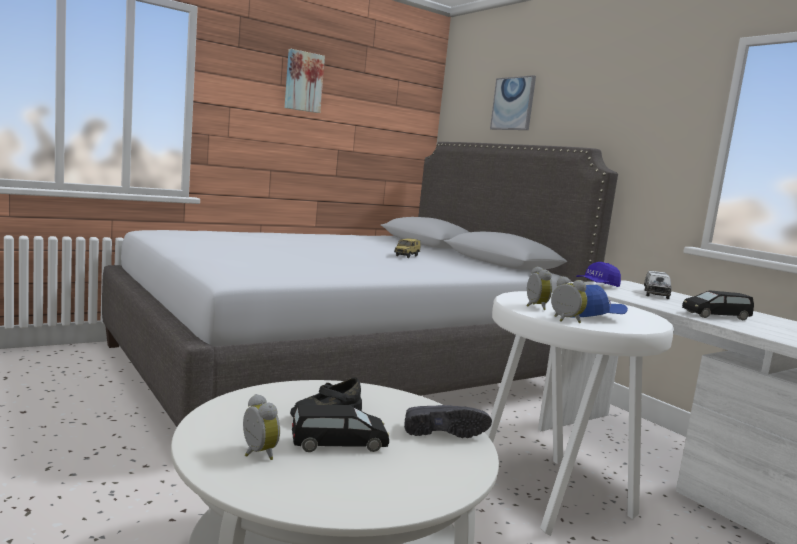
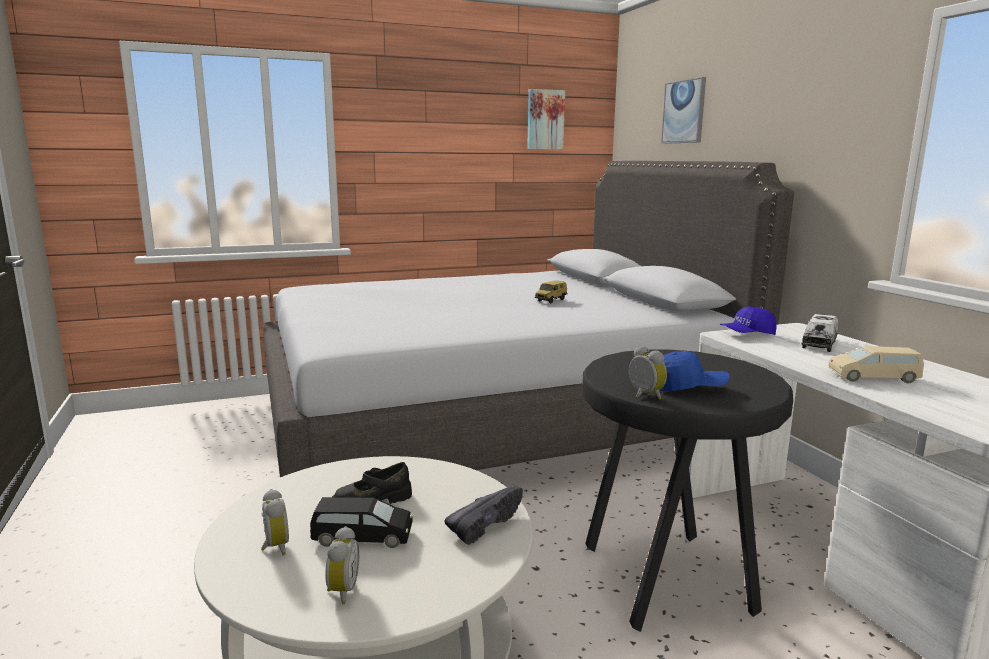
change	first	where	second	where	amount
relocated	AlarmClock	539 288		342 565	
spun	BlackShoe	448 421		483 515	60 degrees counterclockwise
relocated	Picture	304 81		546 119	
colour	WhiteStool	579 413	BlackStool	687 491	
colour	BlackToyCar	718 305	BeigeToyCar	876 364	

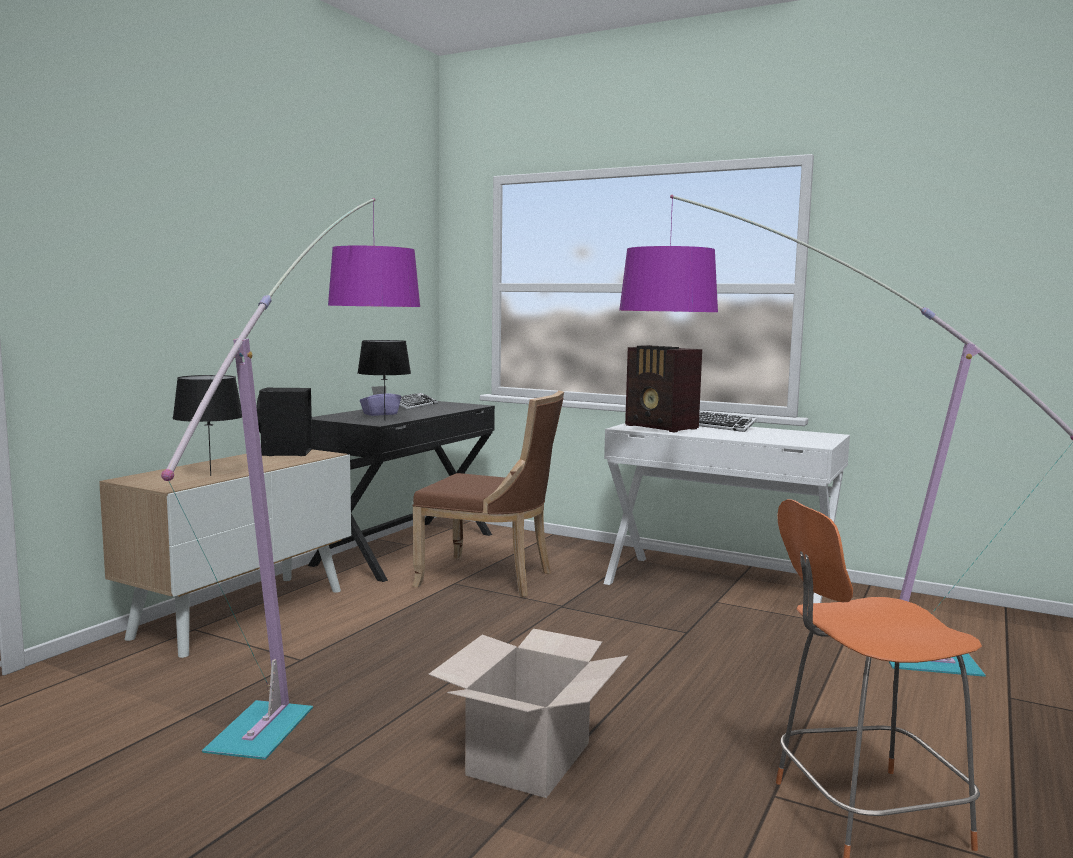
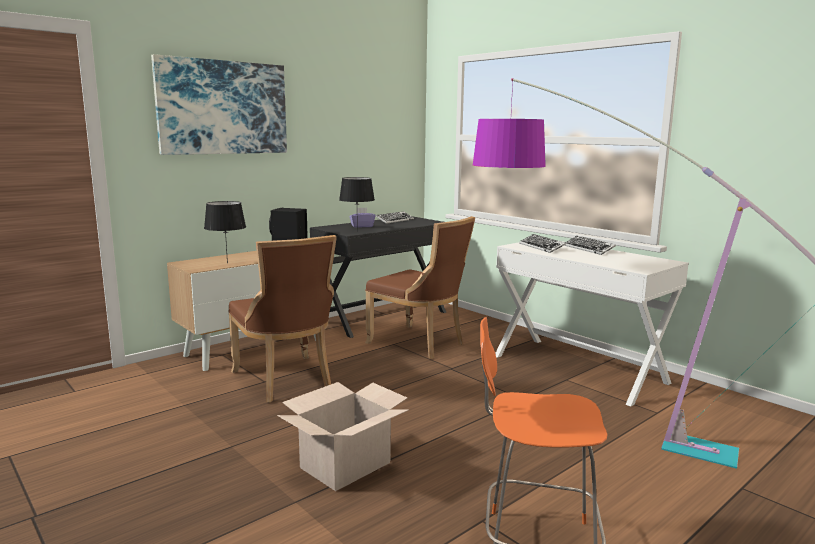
change	first	where	second	where	amount
appeared			Picture	219 104	
exchanged	FloorLamp	290 479	BrownChair	282 318	
exchanged	Radio	663 388	Keyboard	542 243	

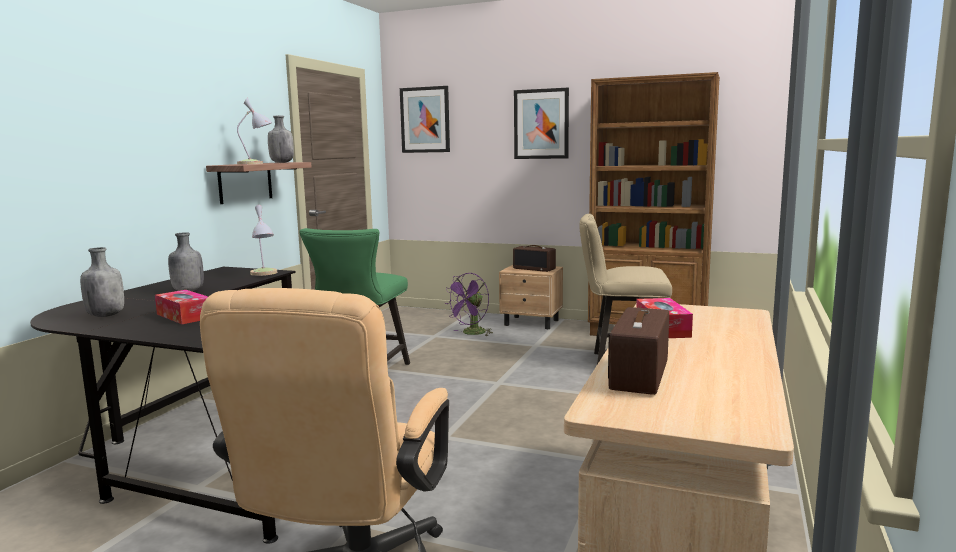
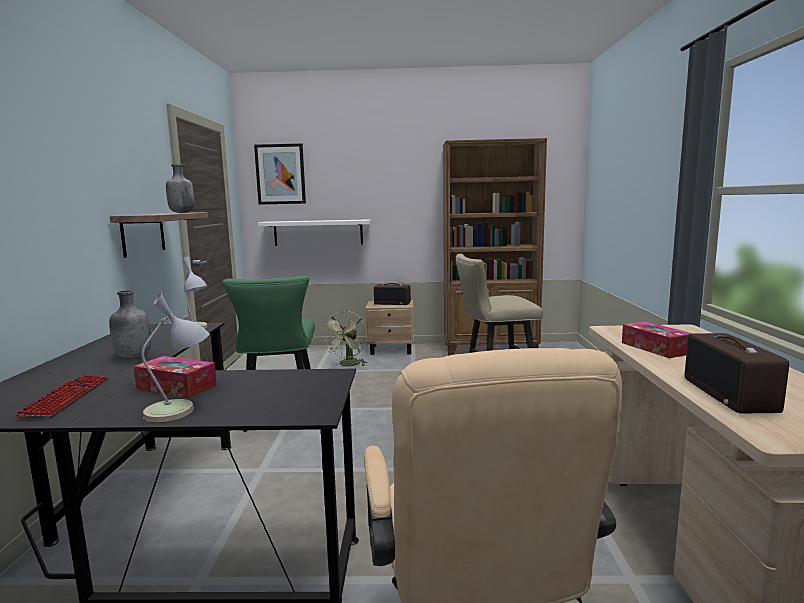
change	first	where	second	where	amount
exchanged	GreyBottle	102 282	Keyboard	62 396	
relocated	TableLamp	254 131		175 357	
appeared			WhiteShelf	314 232	
colour	PurpleFan	468 304	GreenFan	345 338	
missing	Picture	541 123			

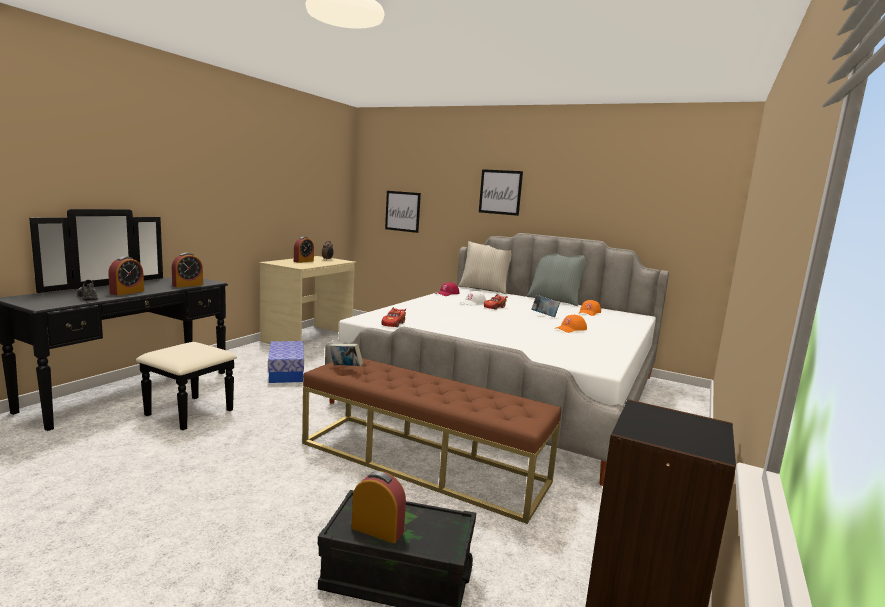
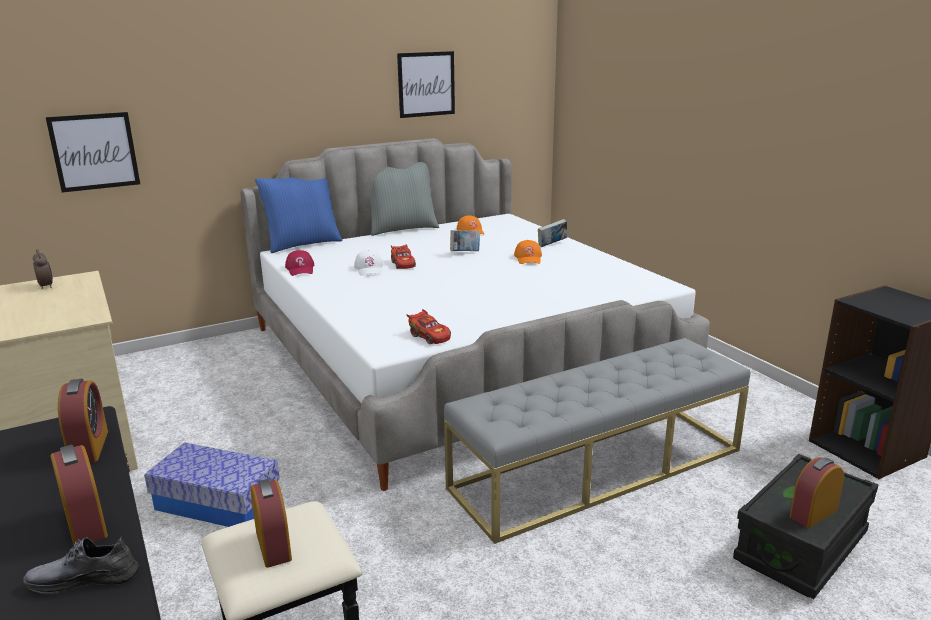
change	first	where	second	where	amount
relocated	AlarmClock	304 250		271 523	
colour	BeigePillow	484 267	BluePillow	299 215	
relocated	Picture	501 192		426 84	
colour	BrownBench	431 441	GreyBench	597 441	
relocated	Book	346 354		552 233	

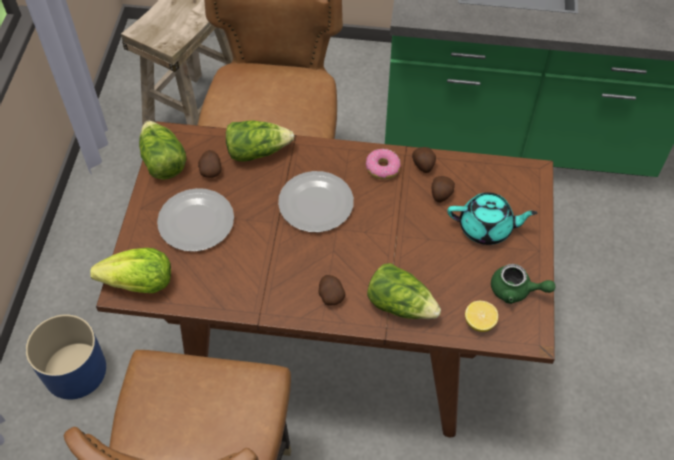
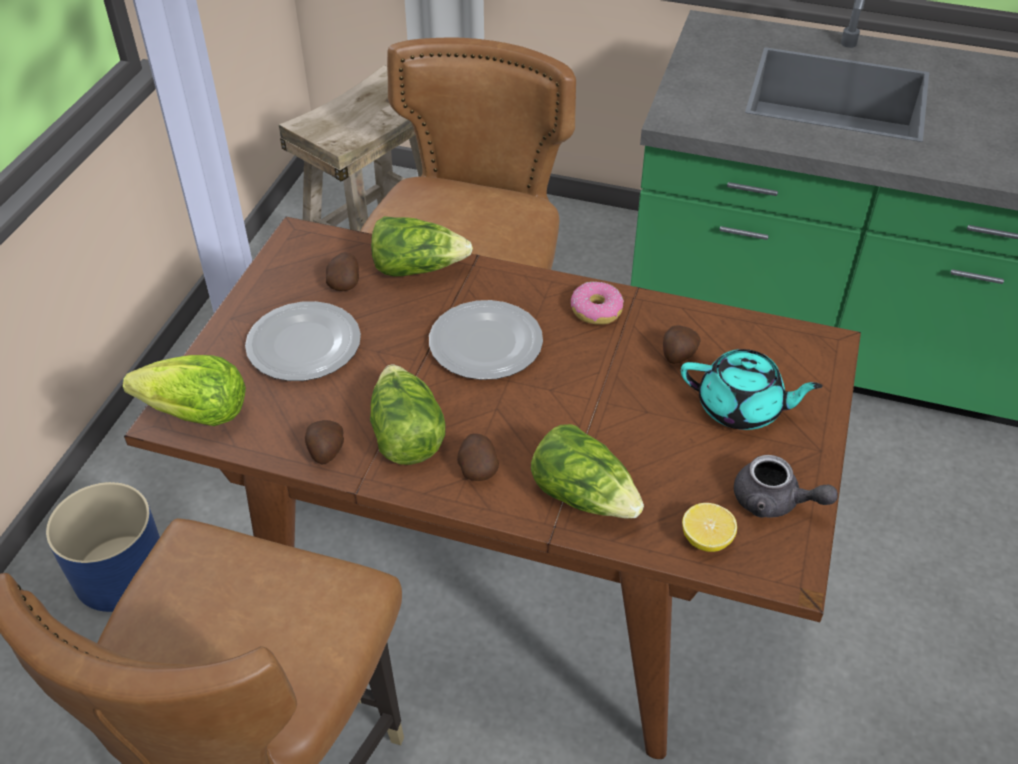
change	first	where	second	where	amount
relocated	Potato	424 160		324 442	
relocated	Lettuce	162 150		408 414	
colour	GreenTeapot	523 284	GreyTeapot	786 486	

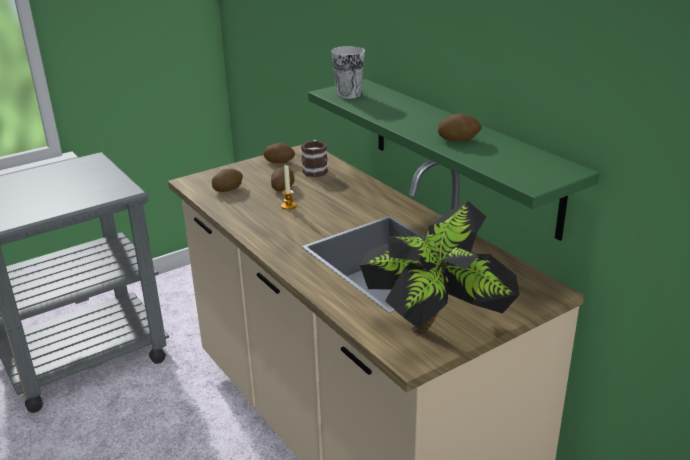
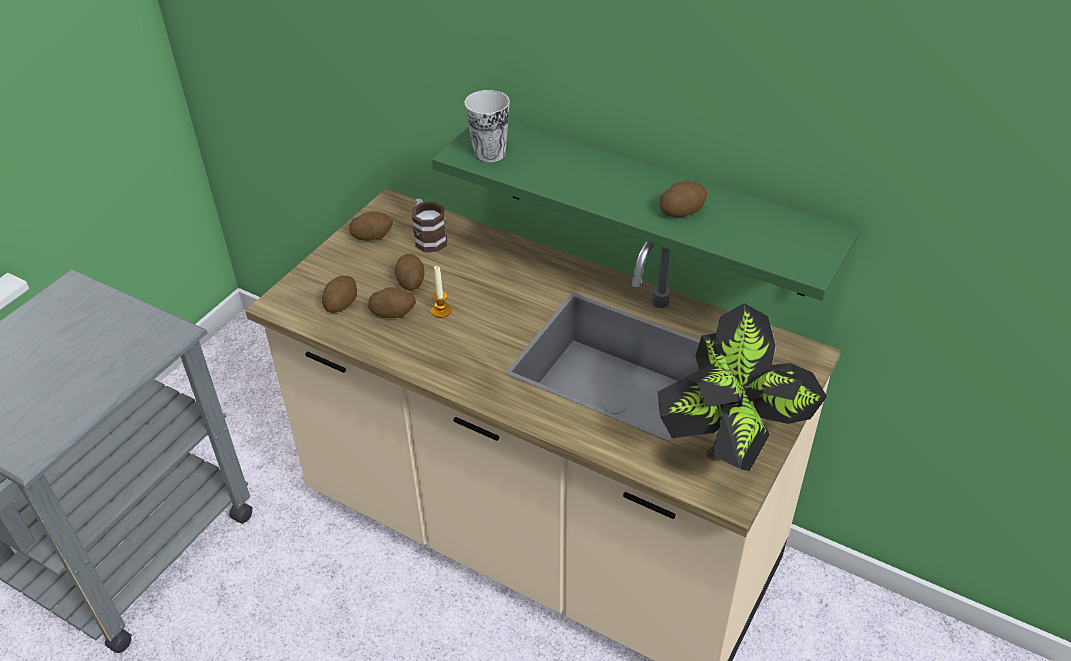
change	first	where	second	where	amount
appeared			Potato	392 302	

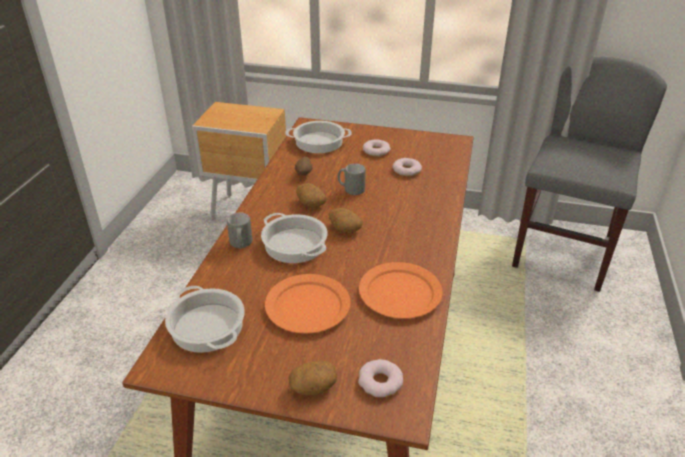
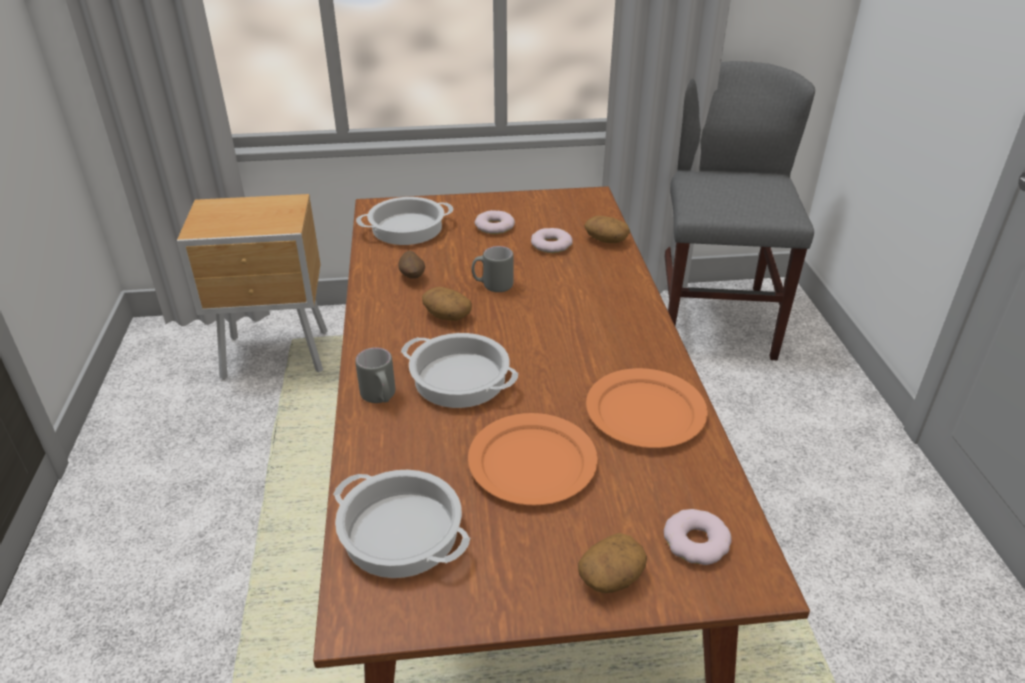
change	first	where	second	where	amount
relocated	Potato	346 220		607 229	

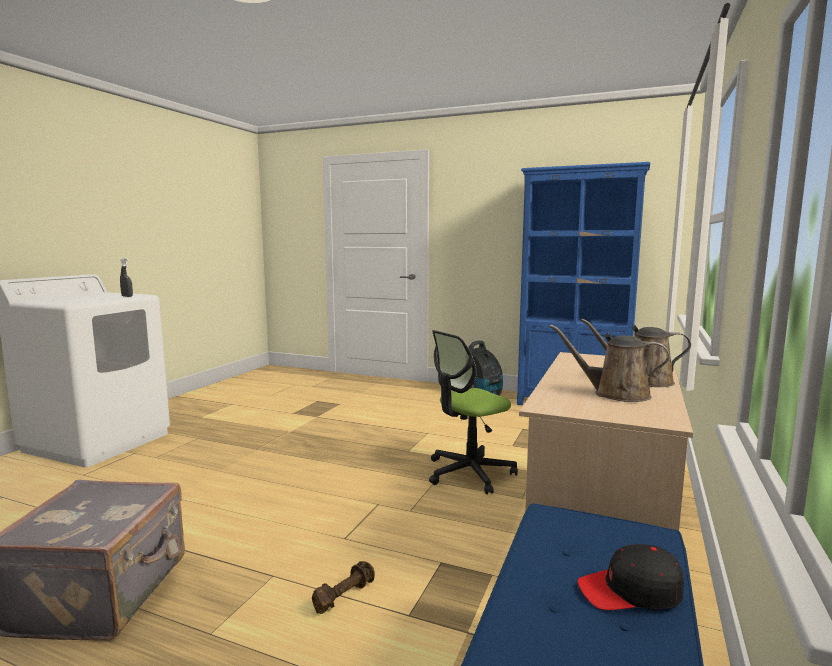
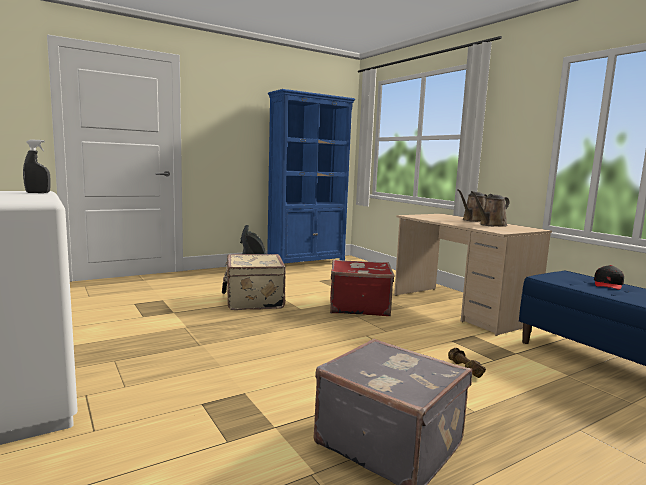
change	first	where	second	where	amount
appeared			BeigeSuitcase	254 282	
exchanged	OfficeChair	473 412	RedSuitcase	362 288	

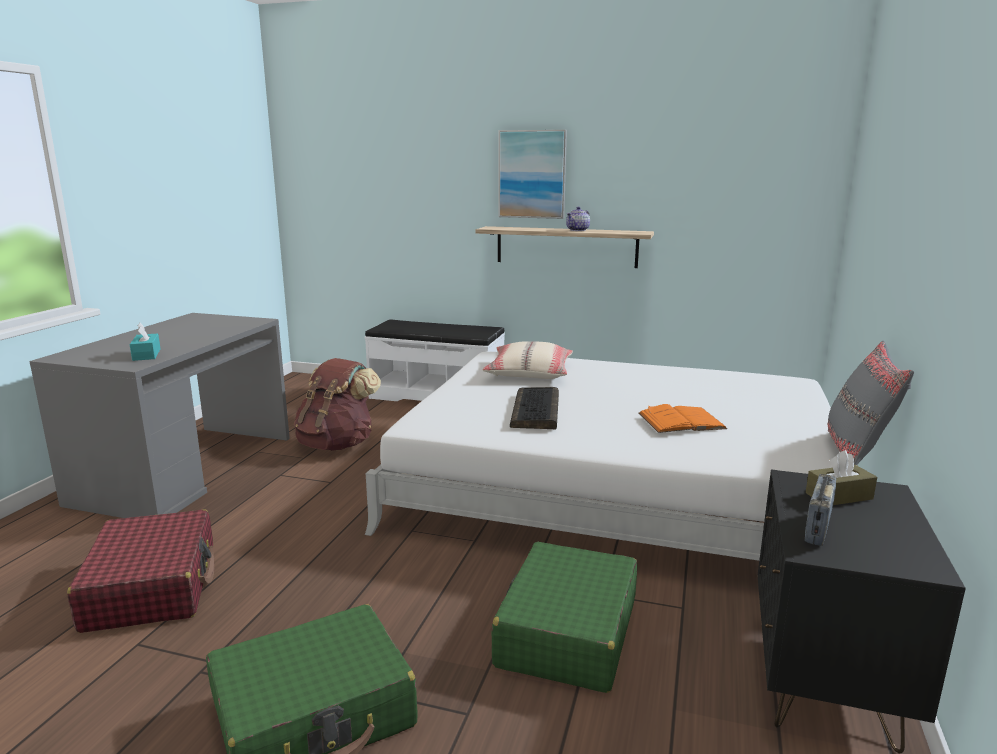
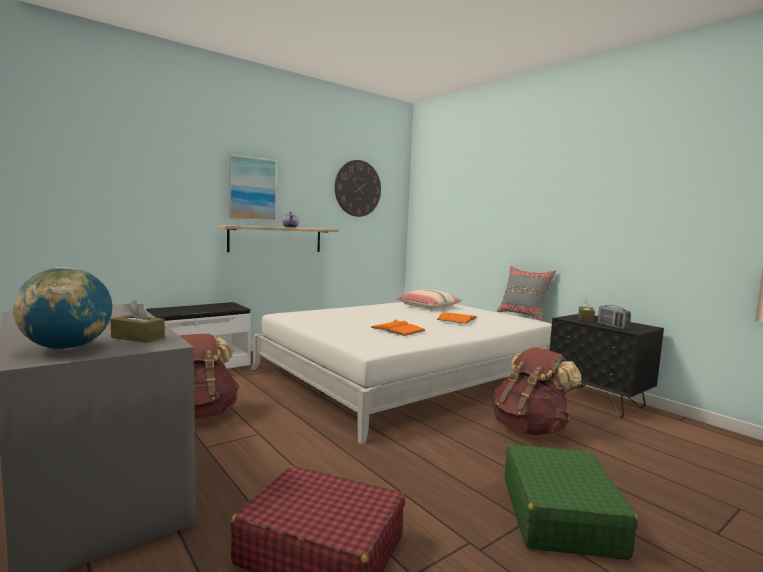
change	first	where	second	where	amount
appeared			Globe	62 308	
colour	TurquoiseTissueBox	145 342	BrownTissueBox	137 321	
appeared			WallClock	358 188	
exchanged	Keyboard	534 408	OrangeBook	398 327	
relocated	BeigePillow	527 360		428 299	
exchanged	GreenSuitcase	564 617	BrownBackpack	536 391	

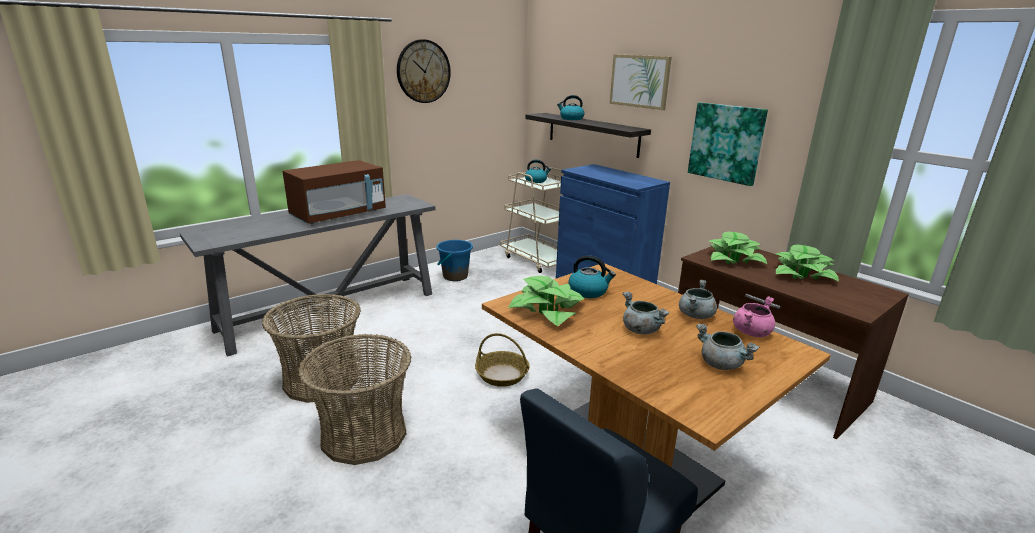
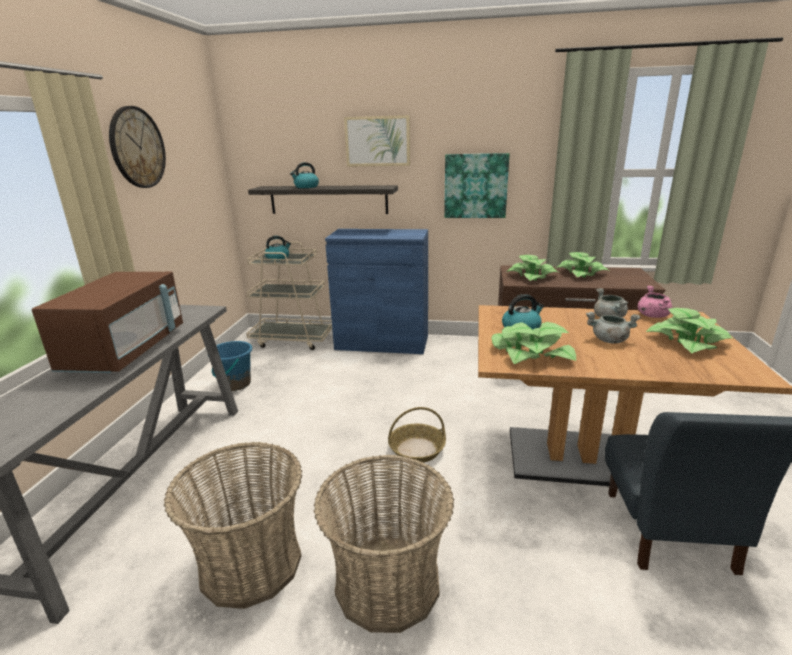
change	first	where	second	where	amount
exchanged	GreyCookingPot	728 347	PottedPlant	690 330	

